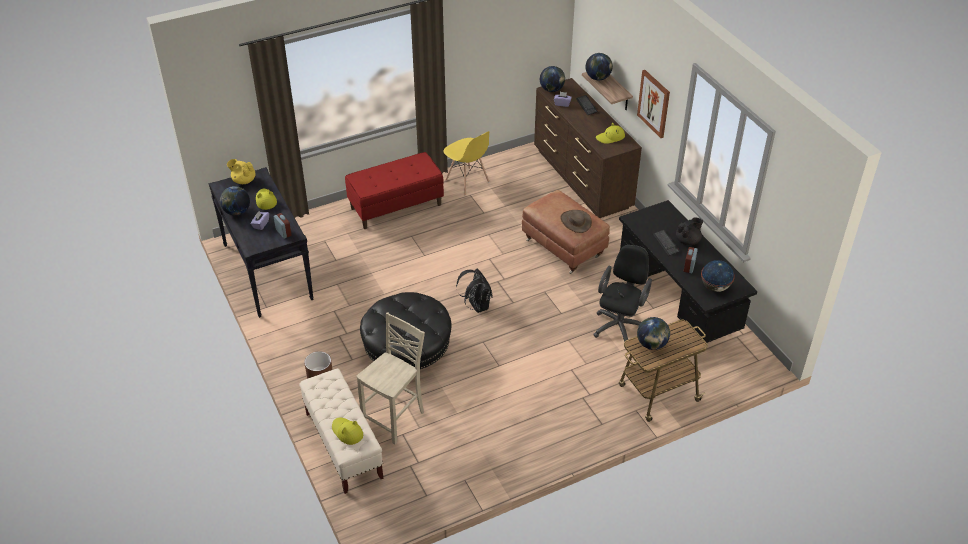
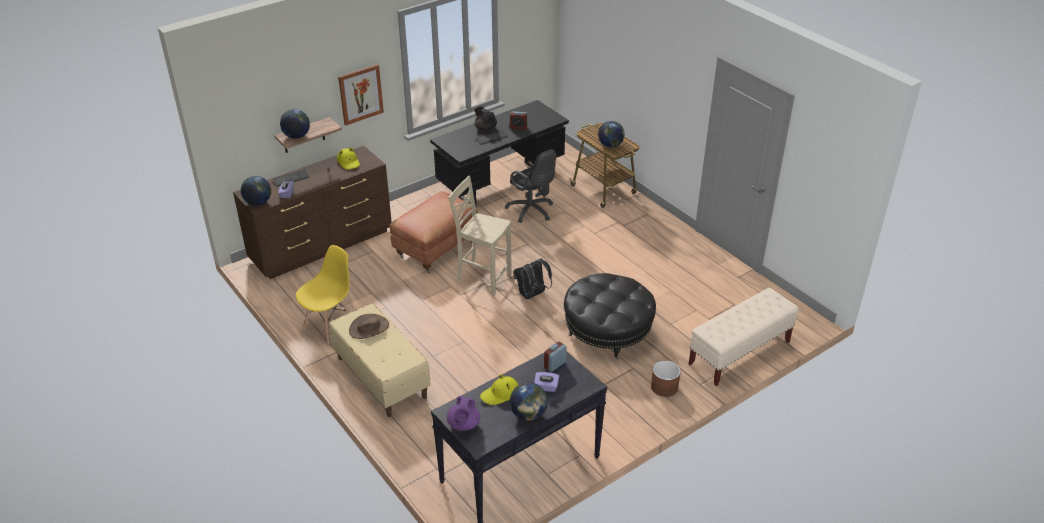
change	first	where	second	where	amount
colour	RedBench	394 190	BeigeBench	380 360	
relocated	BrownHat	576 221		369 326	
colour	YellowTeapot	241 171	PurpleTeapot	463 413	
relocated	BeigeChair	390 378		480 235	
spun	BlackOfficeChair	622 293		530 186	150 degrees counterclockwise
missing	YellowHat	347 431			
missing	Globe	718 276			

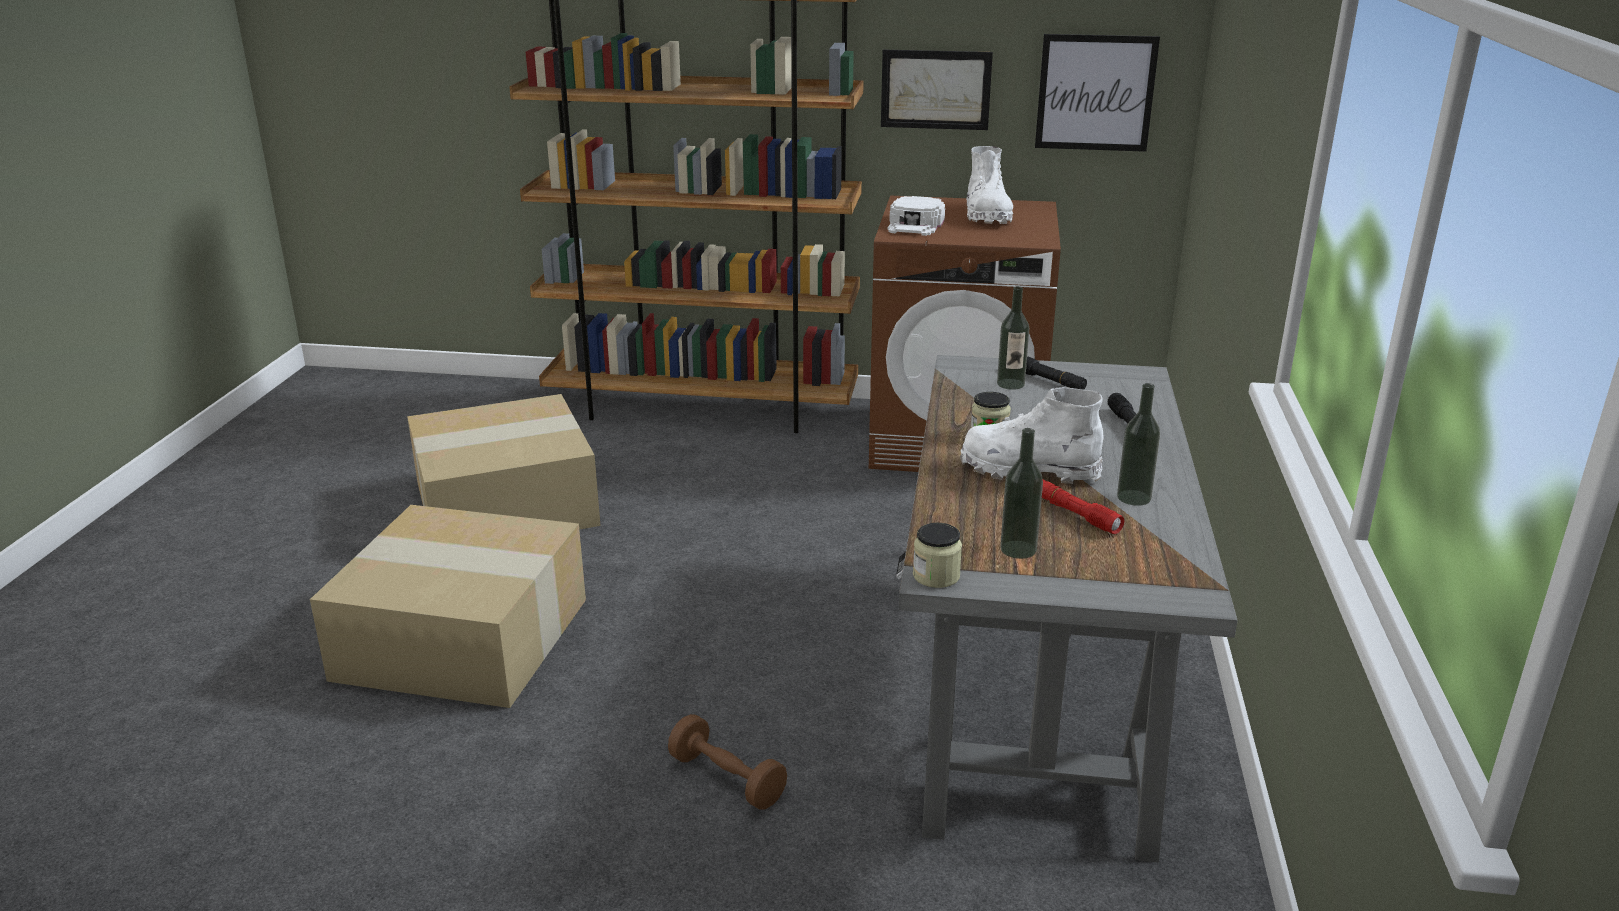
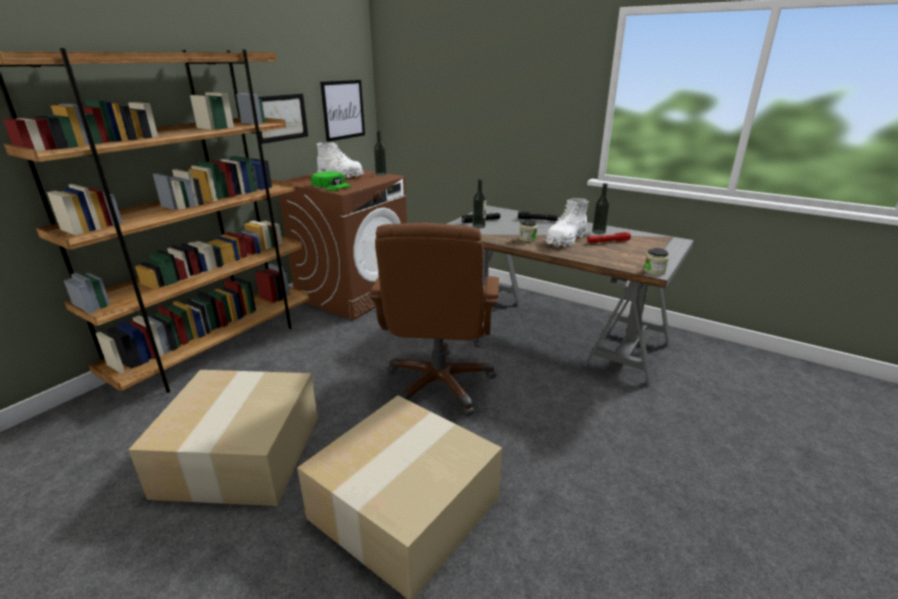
change	first	where	second	where	amount
colour	WhiteCap	916 216	GreenCap	331 181	
appeared			BrownOfficeChair	434 319	
relocated	Bottle	1021 493		380 153	
missing	BrownDumbbell	727 762			

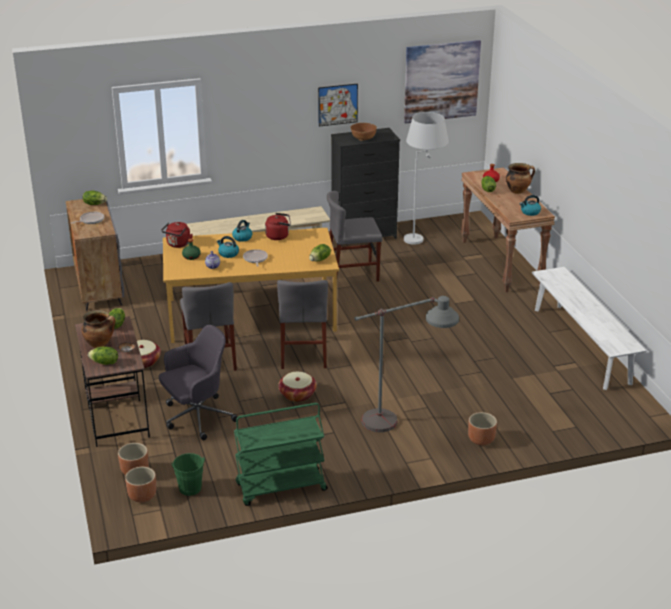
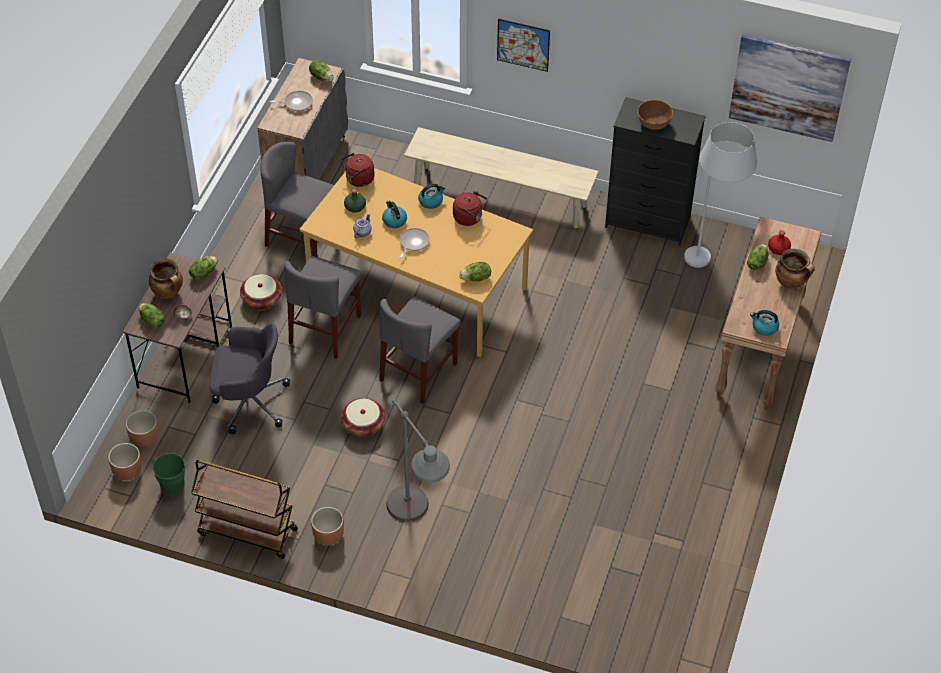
change	first	where	second	where	amount
colour	GreenCart	281 454	BrownCart	244 509	
relocated	GreyChair	355 236		297 199	
relocated	BrownPlanter	482 429		327 526	
relocated	Picture	338 105		523 45	
missing	WhiteBench	589 328			

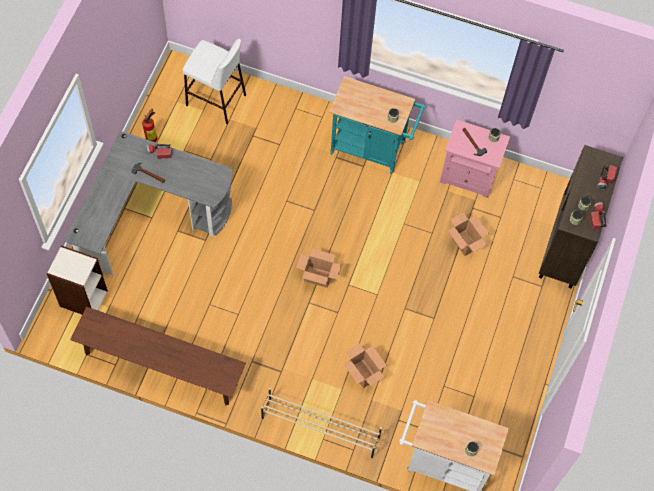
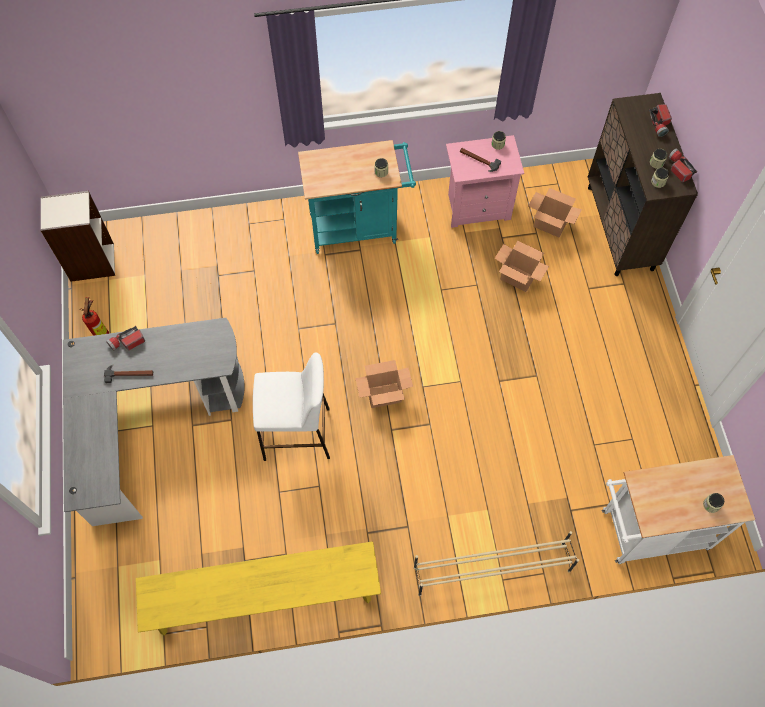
change	first	where	second	where	amount
relocated	Bookcase	77 279		77 236	
colour	BrownBench	158 356	YellowBench	258 588	
relocated	WhiteStool	214 81		291 406	
relocated	CardboardBox	365 365		555 212	

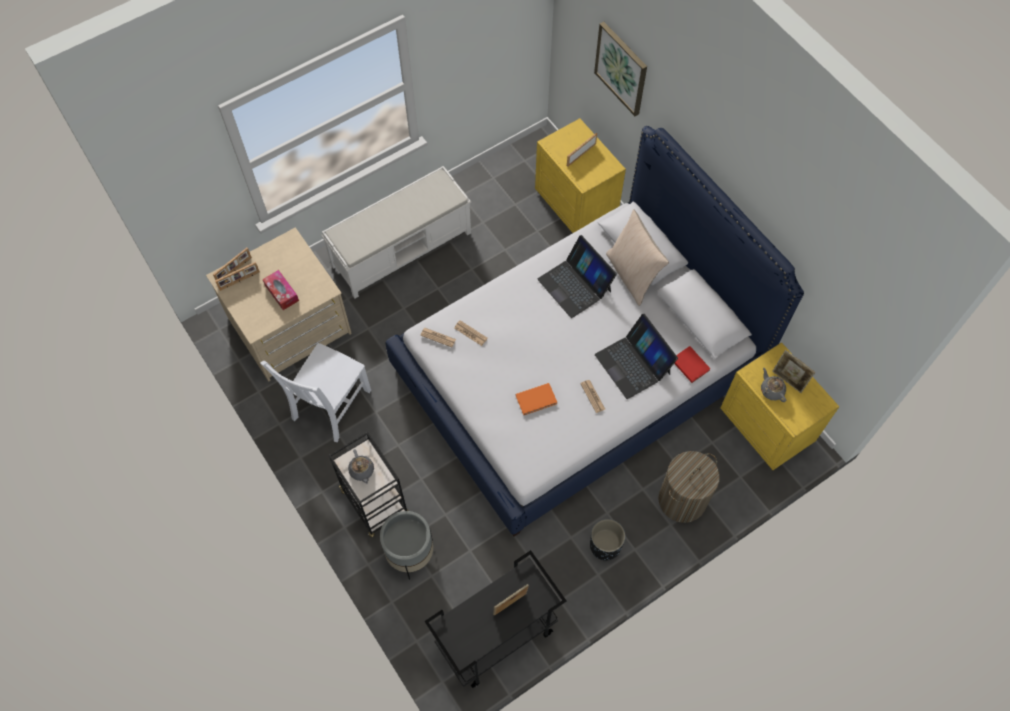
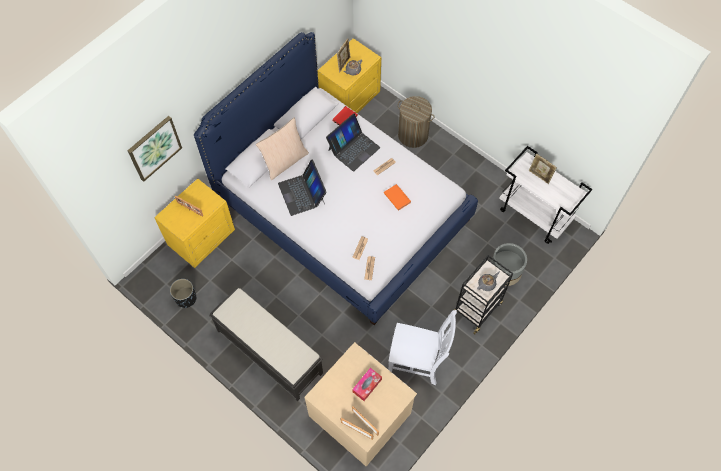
change	first	where	second	where	amount
relocated	BlackPlanter	607 539		183 293	
colour	WhiteBench	396 232	BlackBench	266 344	
spun	Laptop	577 276		302 187	120 degrees clockwise
colour	BlackCart	496 619	WhiteCart	545 195	

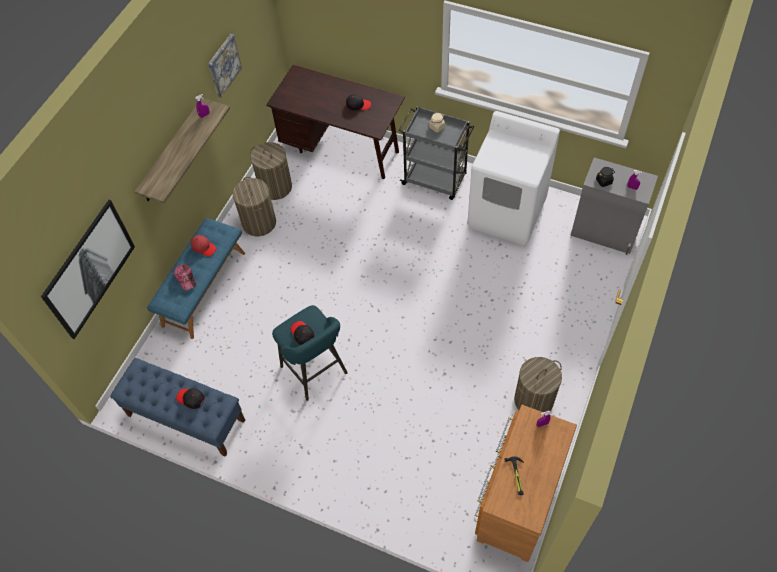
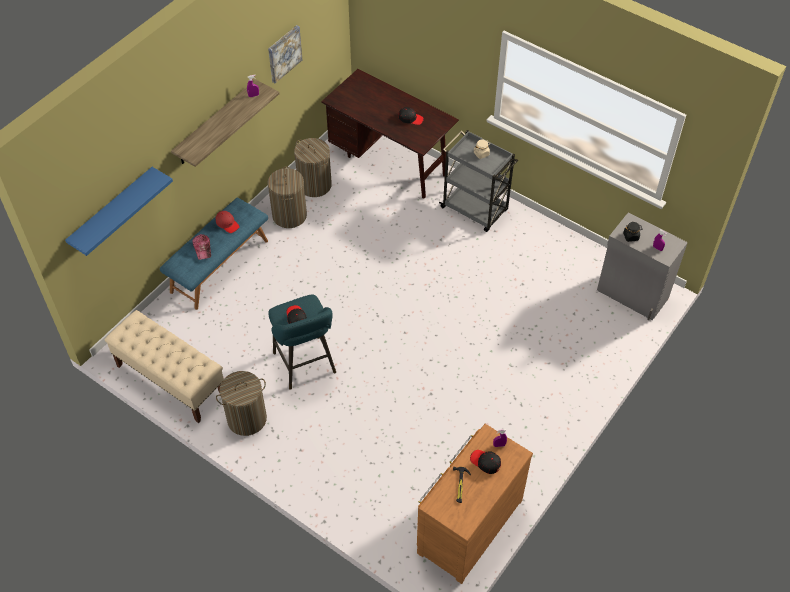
change	first	where	second	where	amount
exchanged	Picture	88 269	BlueShelf	119 211	
colour	BlueBench	177 407	BeigeBench	164 366	
relocated	LaundryBasket	538 384		241 403	
relocated	BlackCap	190 398		485 462	
missing	WhiteWashingMachine	513 178			

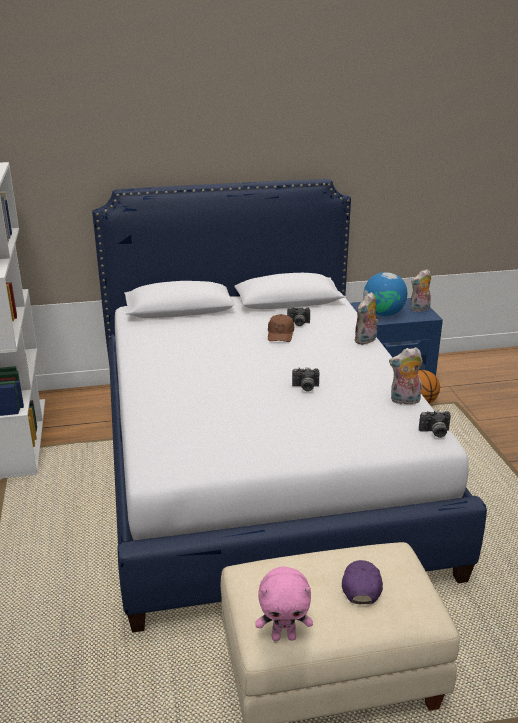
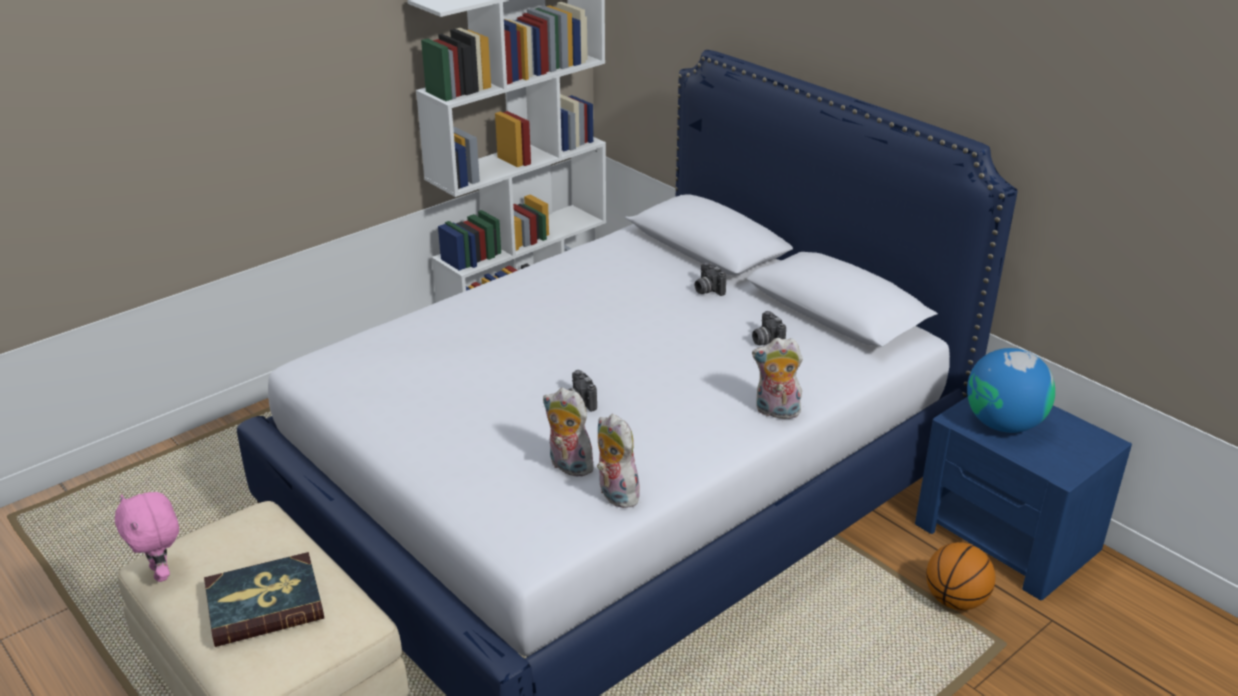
change	first	where	second	where	amount
exchanged	PurpleCap	362 582	Book	264 599	
relocated	PlushToy	420 290		568 432	
relocated	PhotoCamera	435 424		710 279	
missing	BrownCap	281 328			

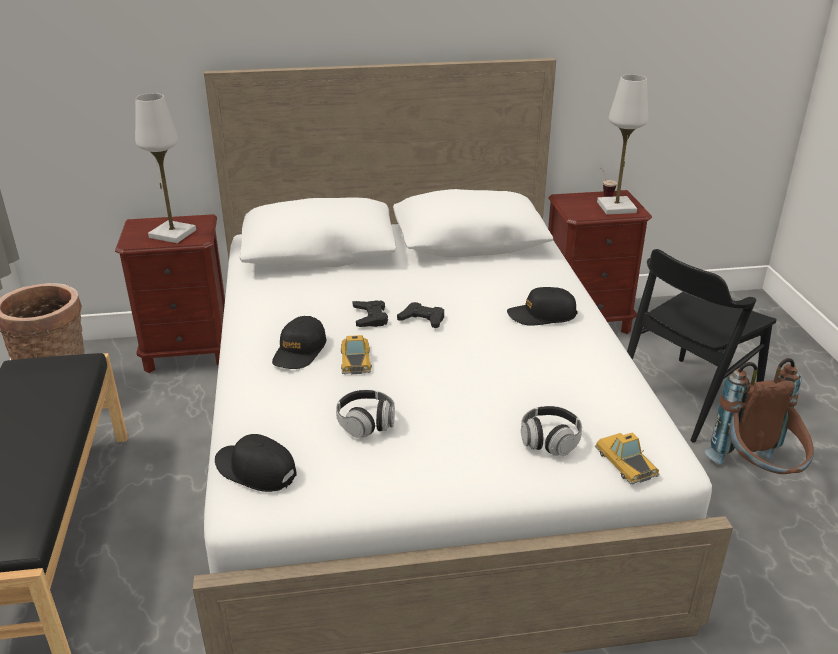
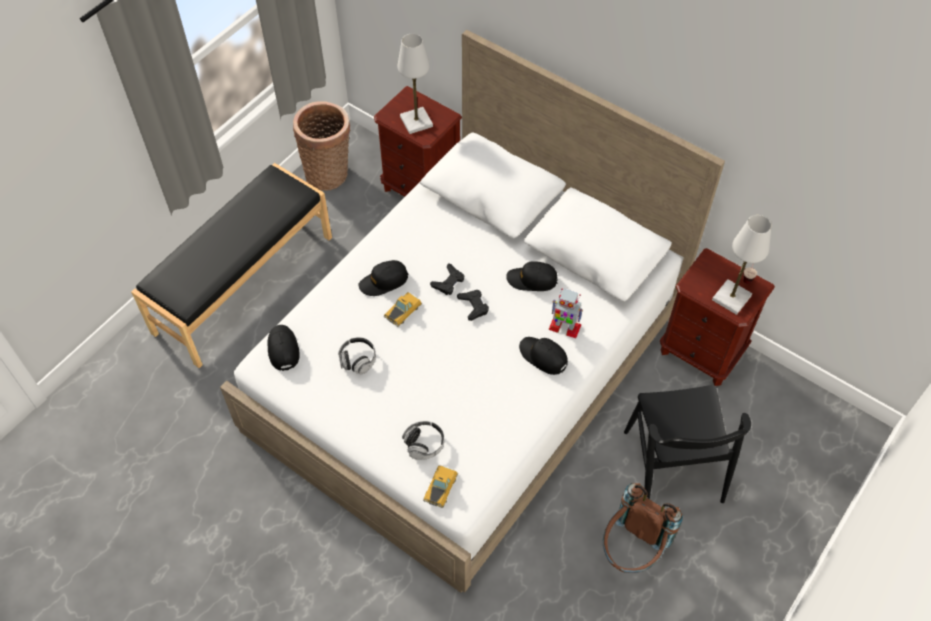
change	first	where	second	where	amount
appeared			BlackCap	532 276	
appeared			ToyRobot	565 313	
spun	BlackChair	701 346		687 444	105 degrees counterclockwise

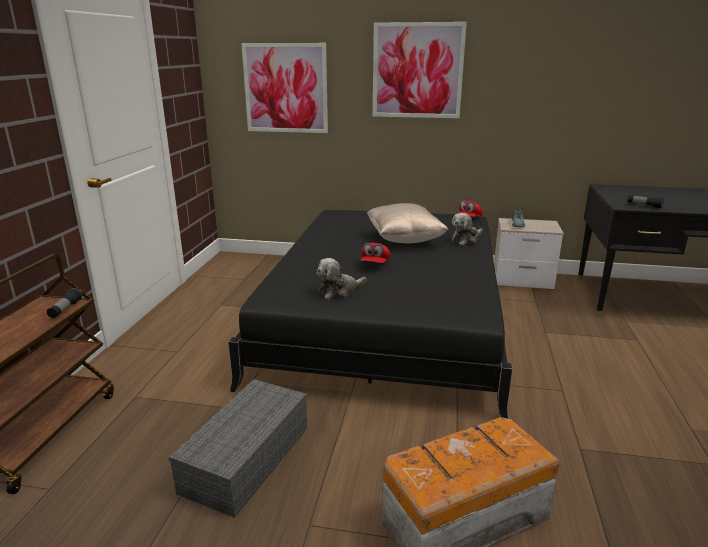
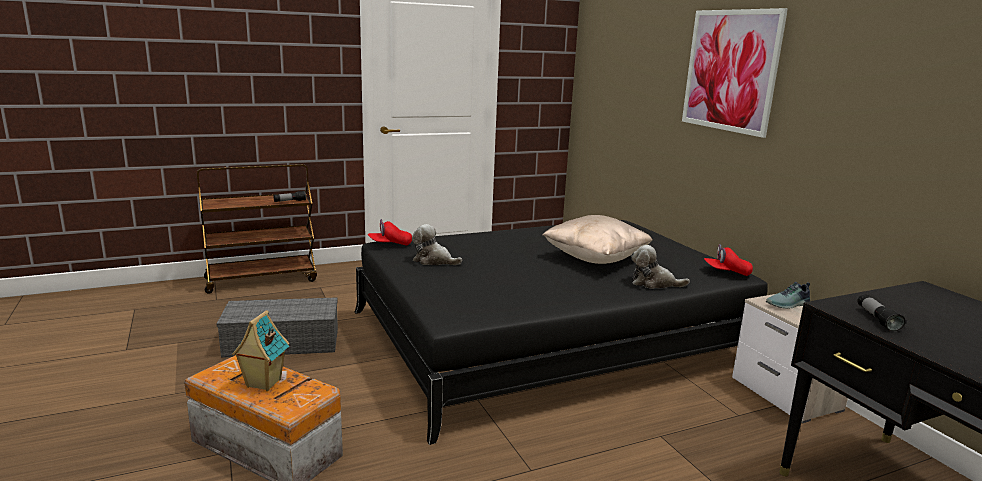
change	first	where	second	where	amount
appeared			ToyHouse	260 350	
relocated	RedCap	375 253		390 232	
missing	Picture	285 88			

